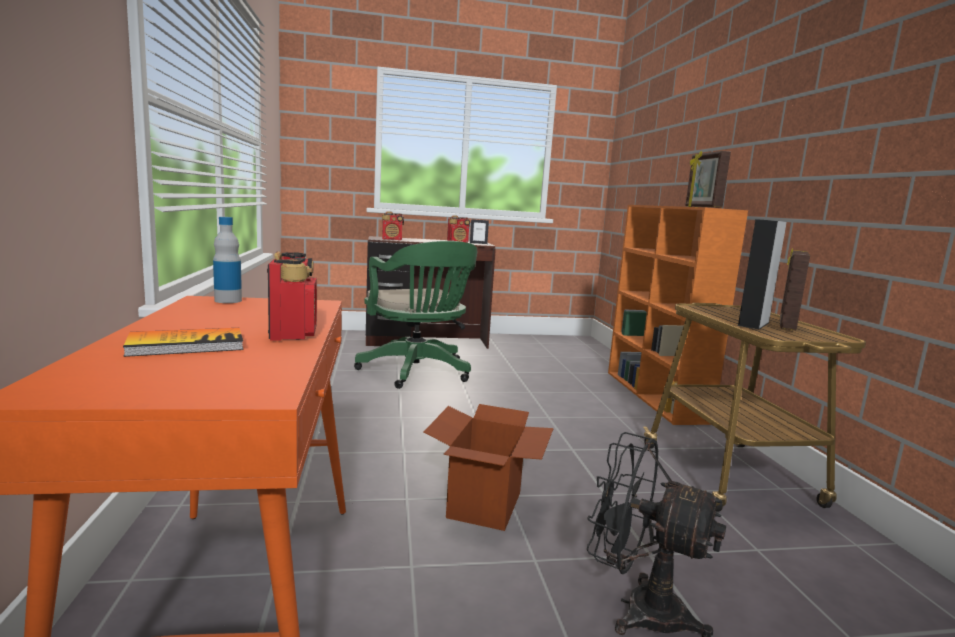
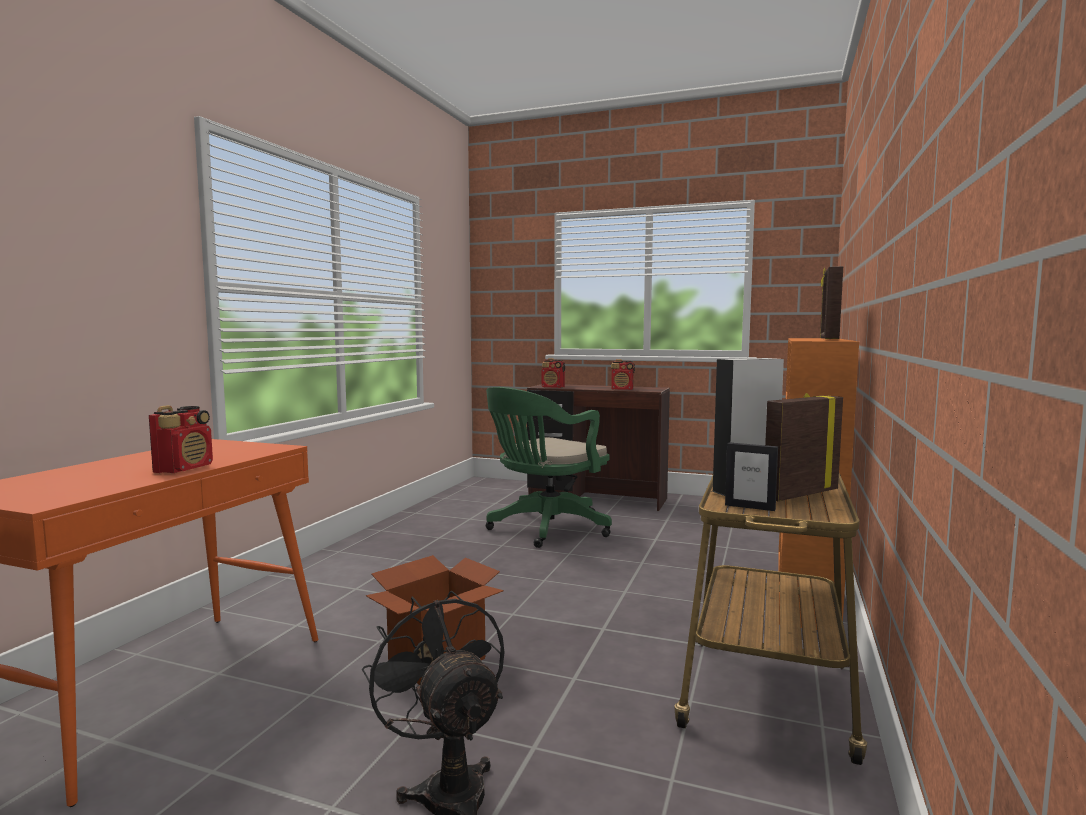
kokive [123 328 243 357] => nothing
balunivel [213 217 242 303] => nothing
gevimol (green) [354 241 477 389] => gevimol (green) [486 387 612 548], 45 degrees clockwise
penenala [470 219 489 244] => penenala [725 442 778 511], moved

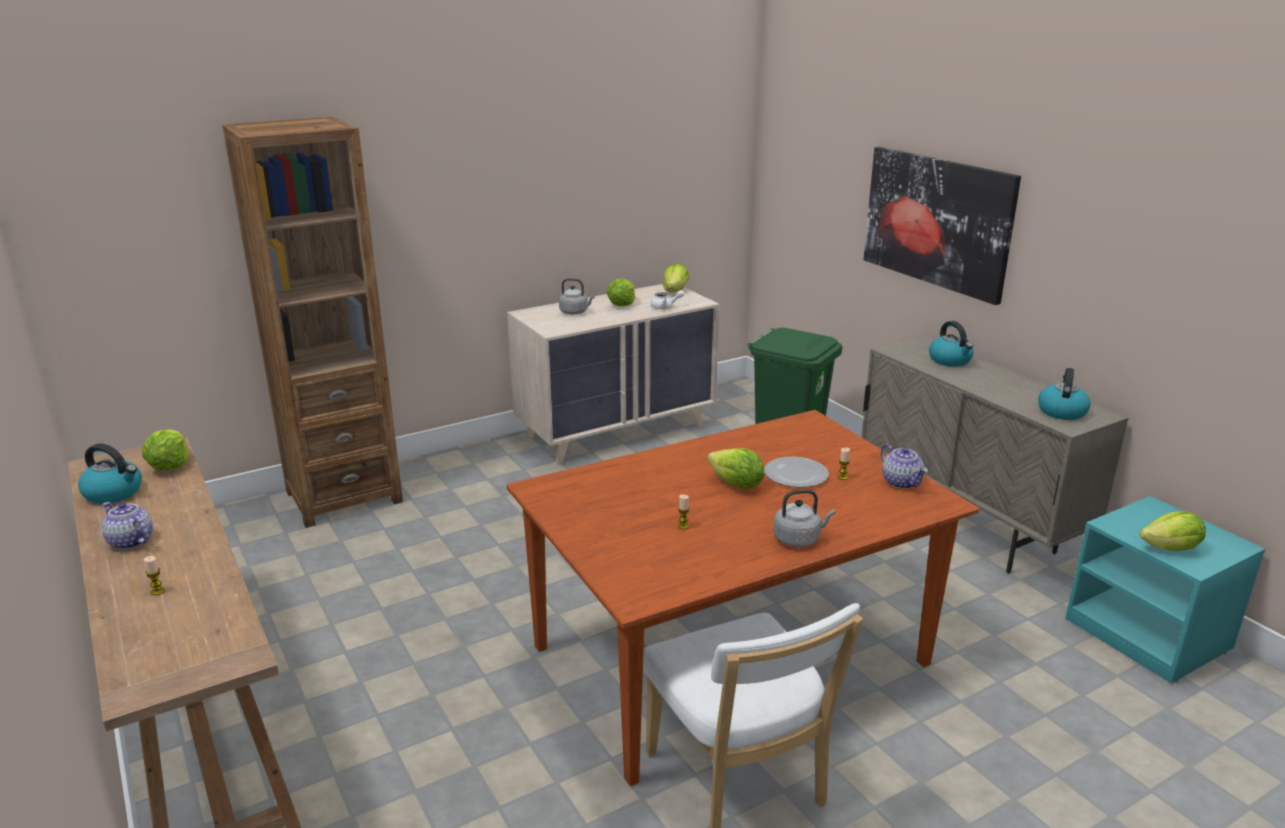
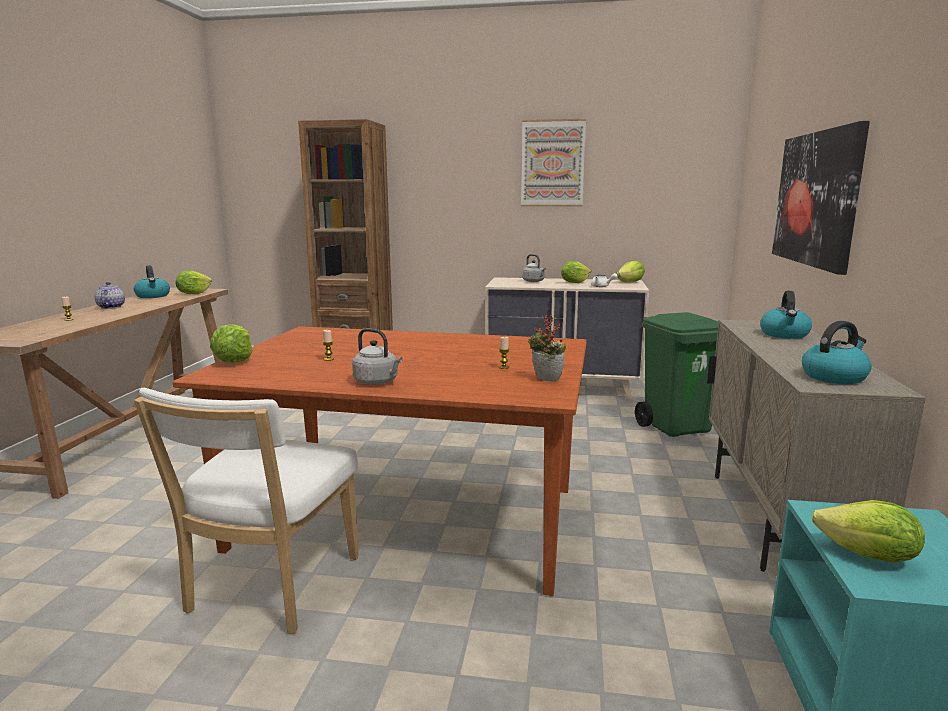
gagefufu [708 448 764 489] => gagefufu [210 324 253 363], moved
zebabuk [764 457 829 488] => nothing
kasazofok [881 444 928 489] => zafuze [528 315 566 382]
nothing => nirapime [521 119 586 207]

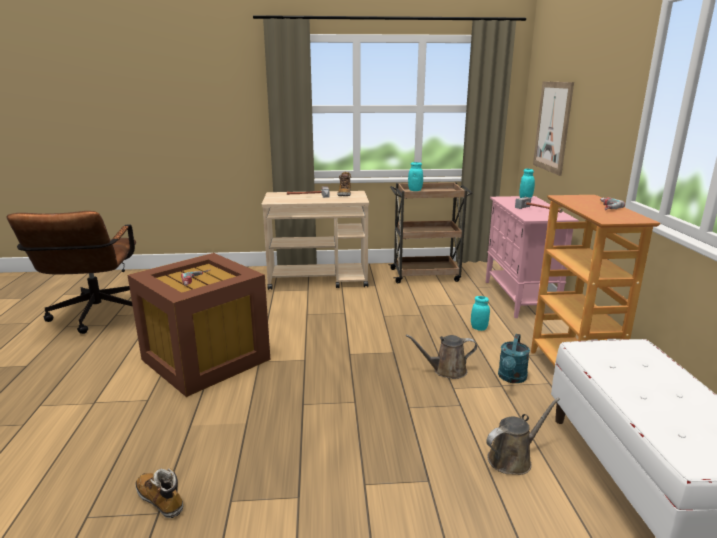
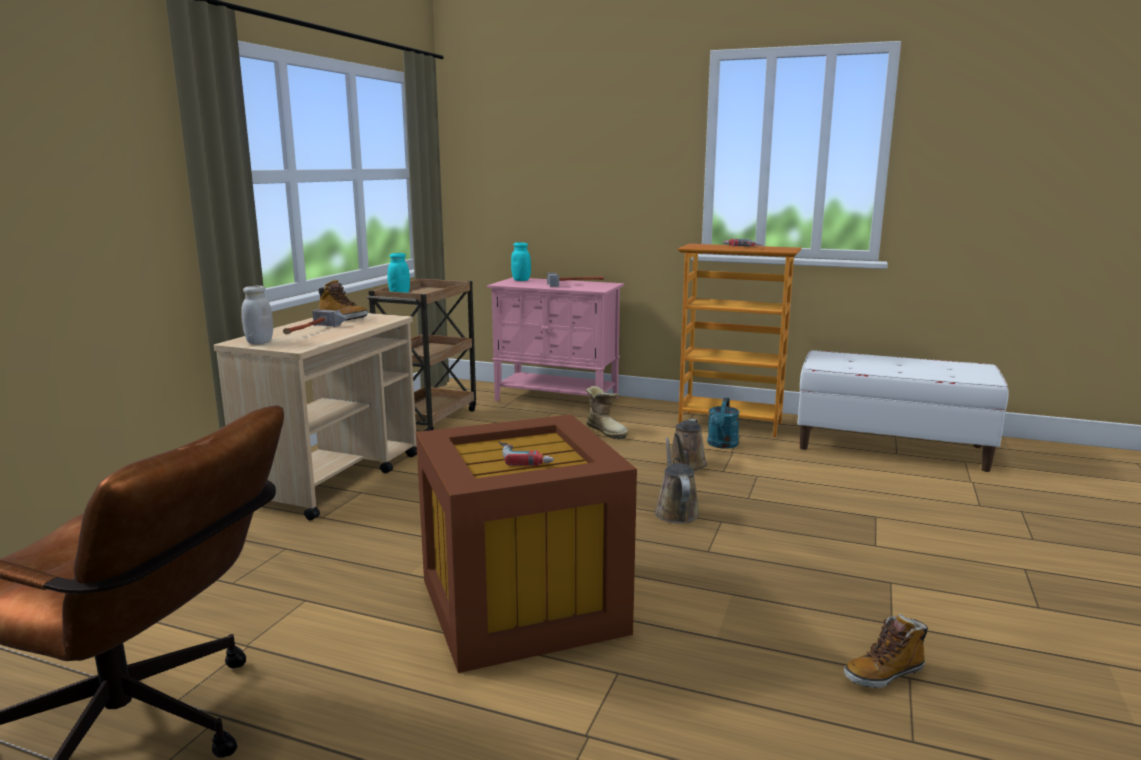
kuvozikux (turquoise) [471 296 490 331] => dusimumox [586 386 629 439]
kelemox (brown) [486 398 560 475] => kelemox (brown) [654 437 700 524], moved
kelemox (turquoise) [498 334 530 383] => kelemox (turquoise) [707 397 740 448], 60 degrees clockwise
nirapime [533 81 574 176] => nothing
nothing => kuvozikux (white) [241 286 273 344]

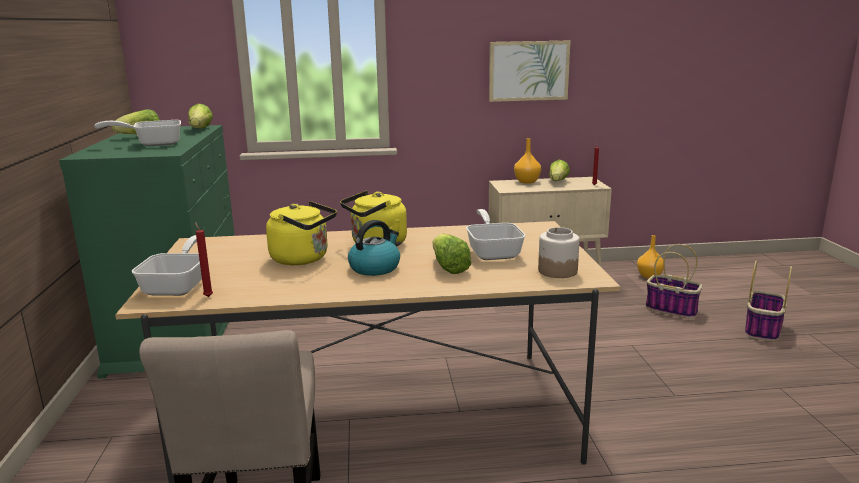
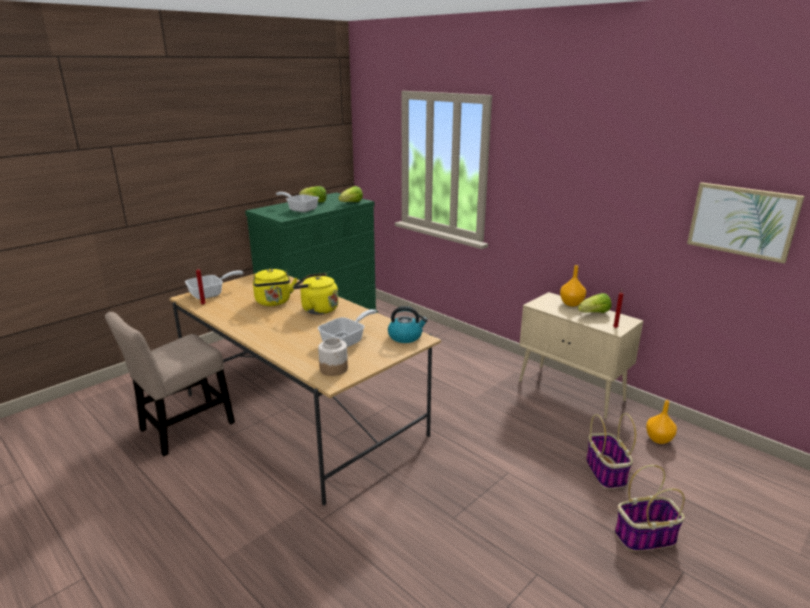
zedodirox [348 220 400 276] => zedodirox [388 306 428 343], moved
gagefufu [432 233 471 274] => nothing
nirapime [489 41 571 102] => nirapime [687 182 804 264], moved

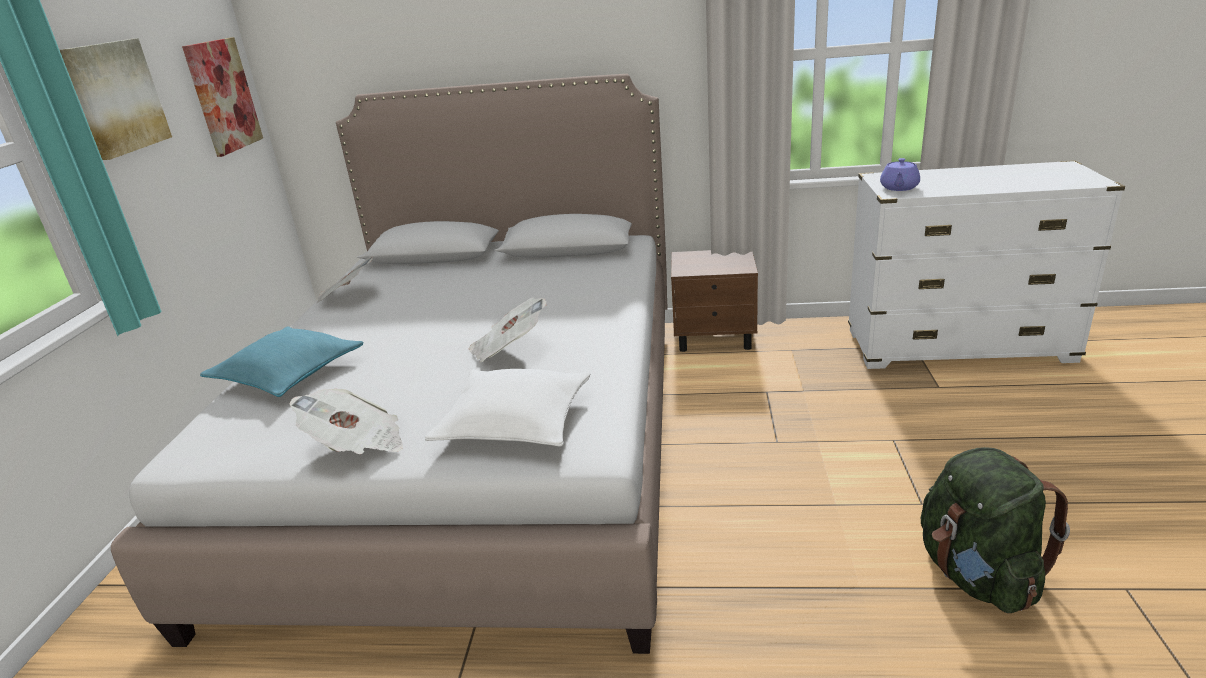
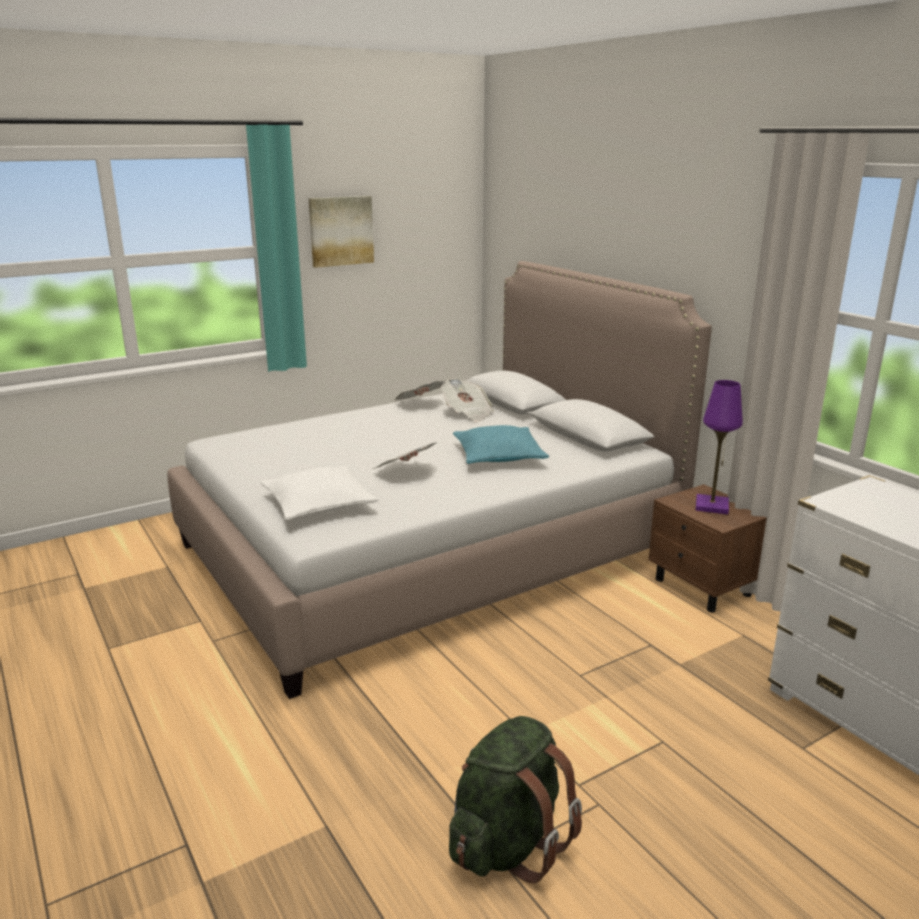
nirapime [182 37 263 157] => nothing
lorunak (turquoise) [200 327 364 397] => lorunak (turquoise) [453 425 549 464], moved
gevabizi [290 389 403 454] => gevabizi [441 378 494 422], moved
kasazofok (purple) [880 158 920 191] => nothing
nothing => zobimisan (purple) [696 380 743 514]

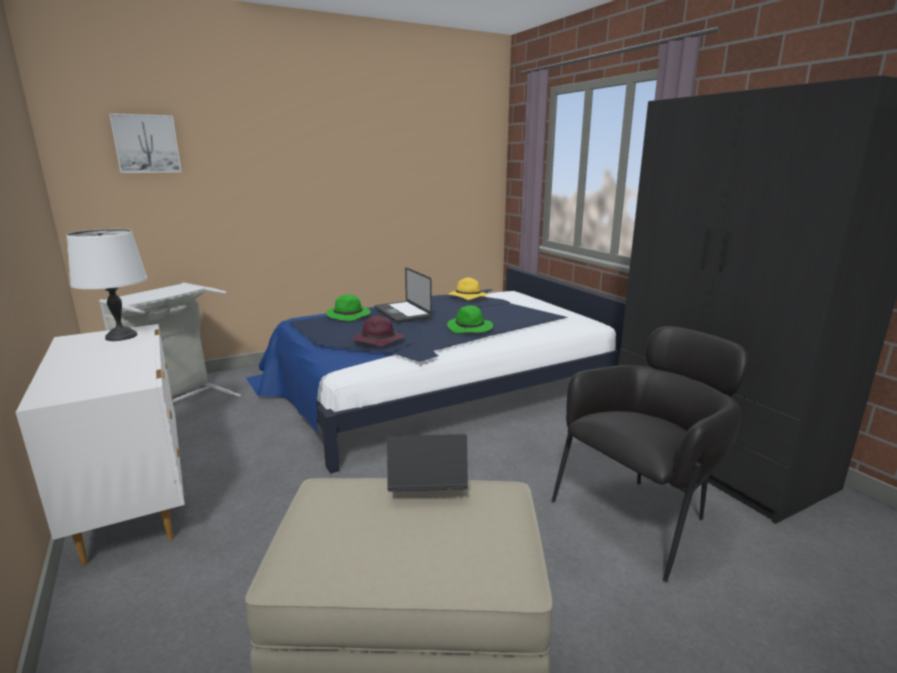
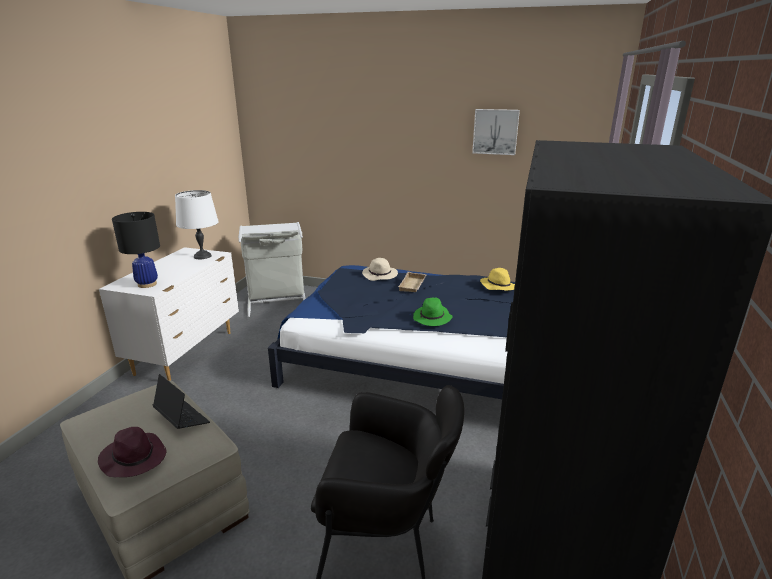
nirapime [109 113 182 173] => nirapime [472 109 520 155], moved
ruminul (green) [326 294 371 321] => ruminul (beige) [362 258 398 281]
ruminul (purple) [352 316 404 346] => ruminul (purple) [98 427 167 477], moved
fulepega [374 267 432 323] => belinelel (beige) [398 272 427 292]
nothing => zobimisan (black) [112 212 160 288]

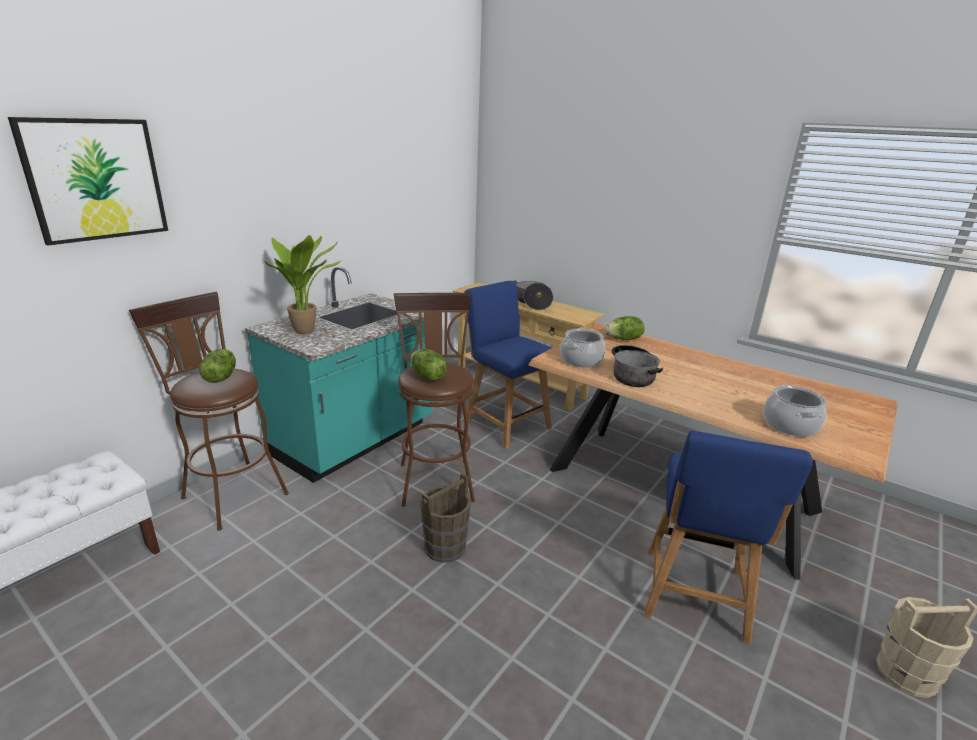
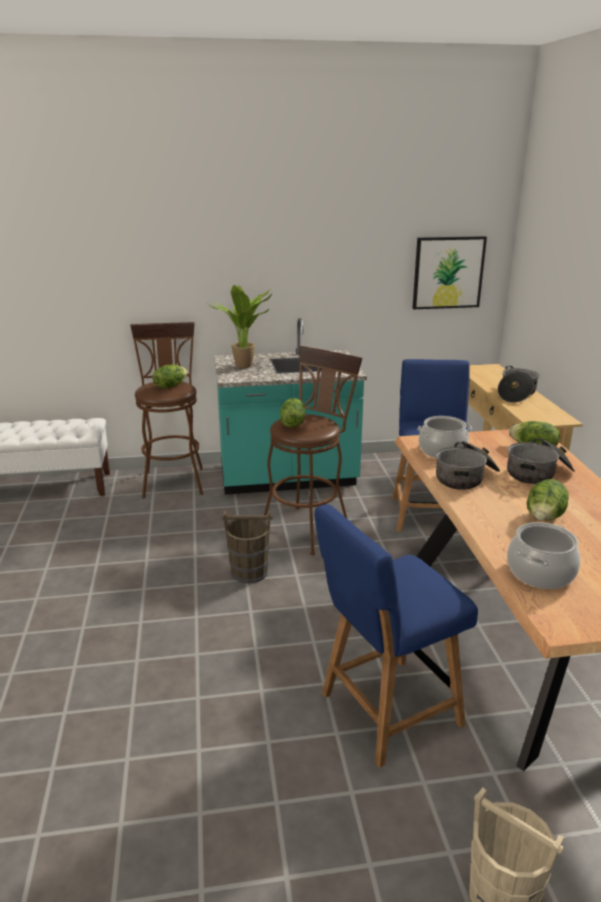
nirapime [8 117 168 246] => nirapime [412 236 487 309], moved
nothing => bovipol [507 438 575 484]
nothing => gagefufu [527 479 569 521]

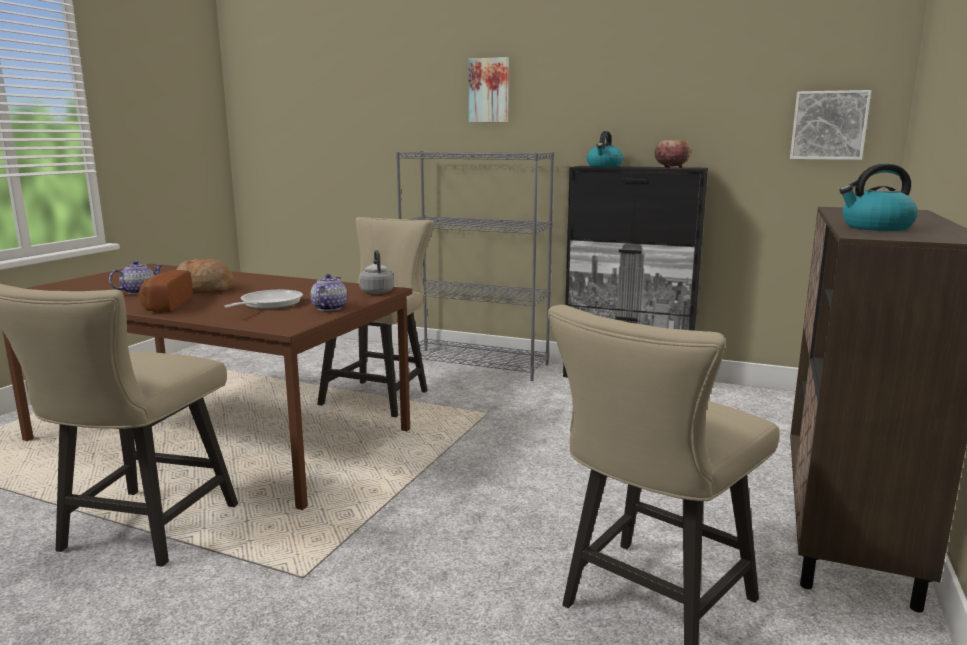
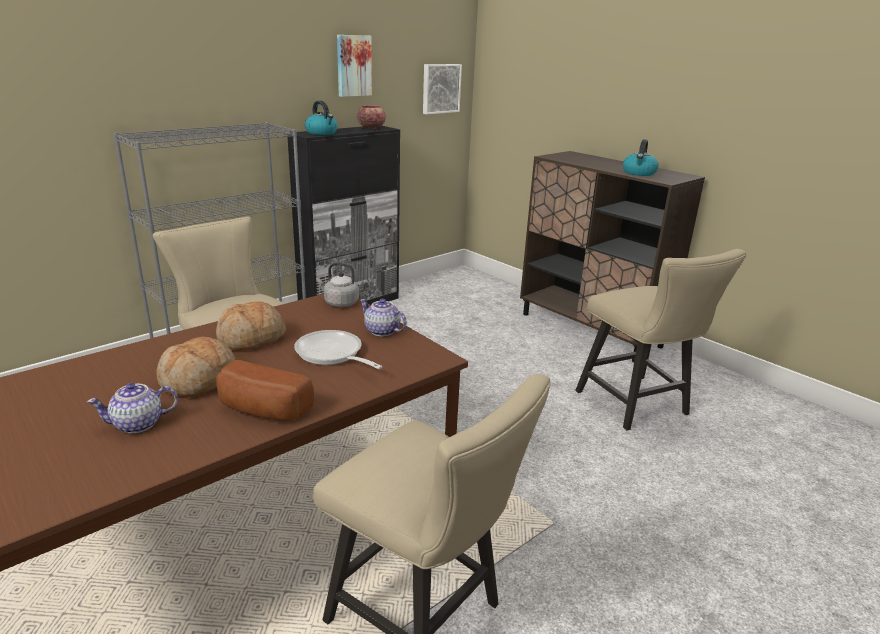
kasazofok [109 261 163 294] => kasazofok [87 383 178 433], 90 degrees counterclockwise
nirapime [469 57 509 123] => nirapime [337 35 372 97], moved
nothing => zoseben [216 301 286 351]

